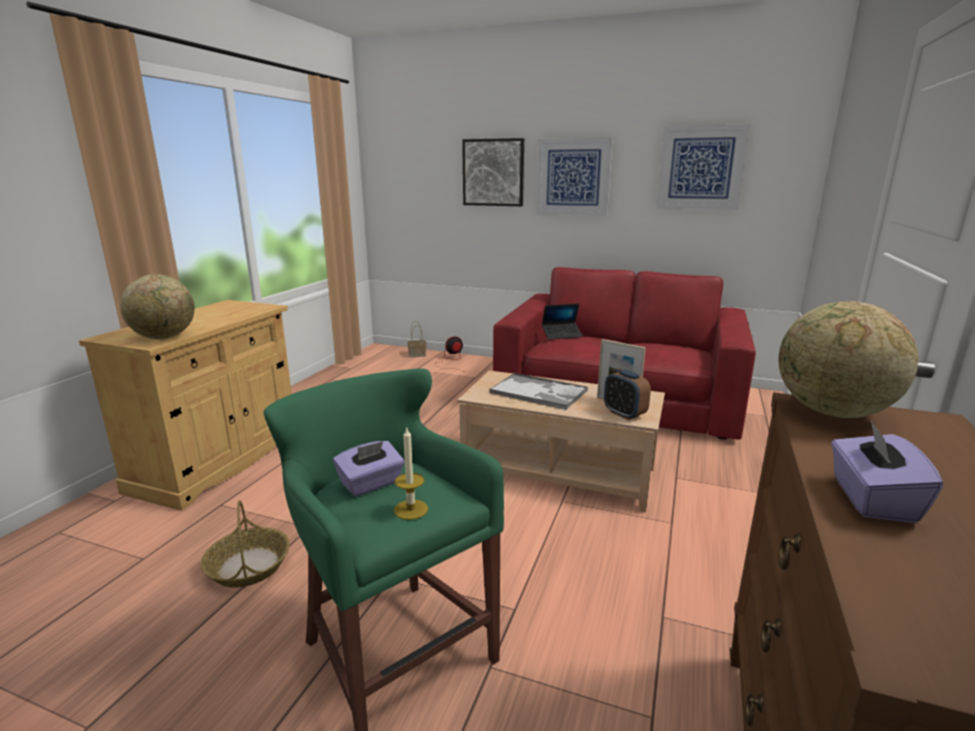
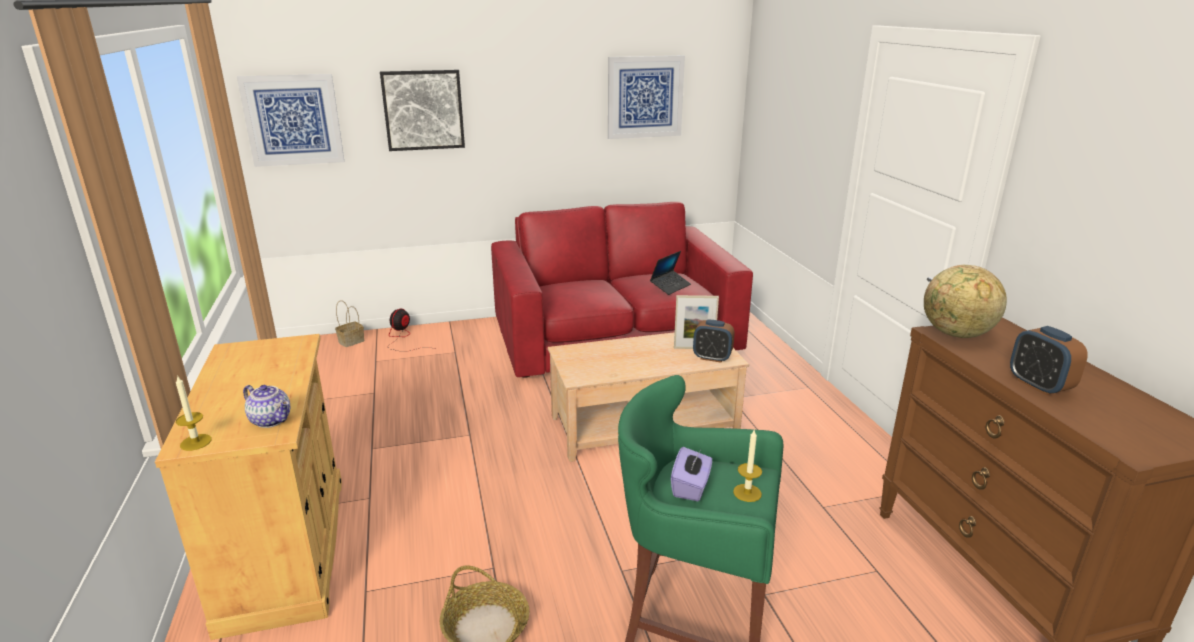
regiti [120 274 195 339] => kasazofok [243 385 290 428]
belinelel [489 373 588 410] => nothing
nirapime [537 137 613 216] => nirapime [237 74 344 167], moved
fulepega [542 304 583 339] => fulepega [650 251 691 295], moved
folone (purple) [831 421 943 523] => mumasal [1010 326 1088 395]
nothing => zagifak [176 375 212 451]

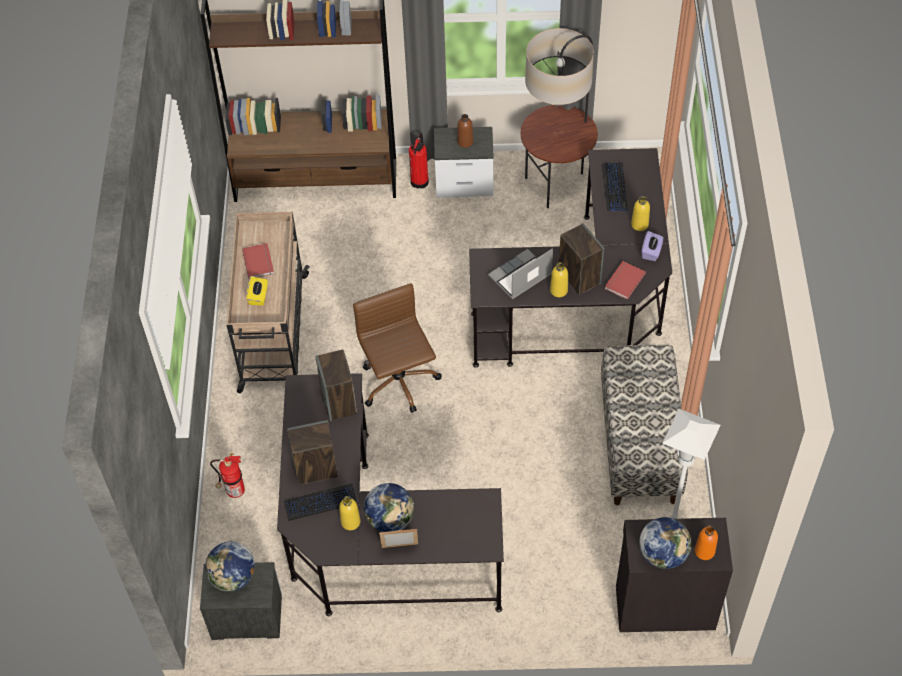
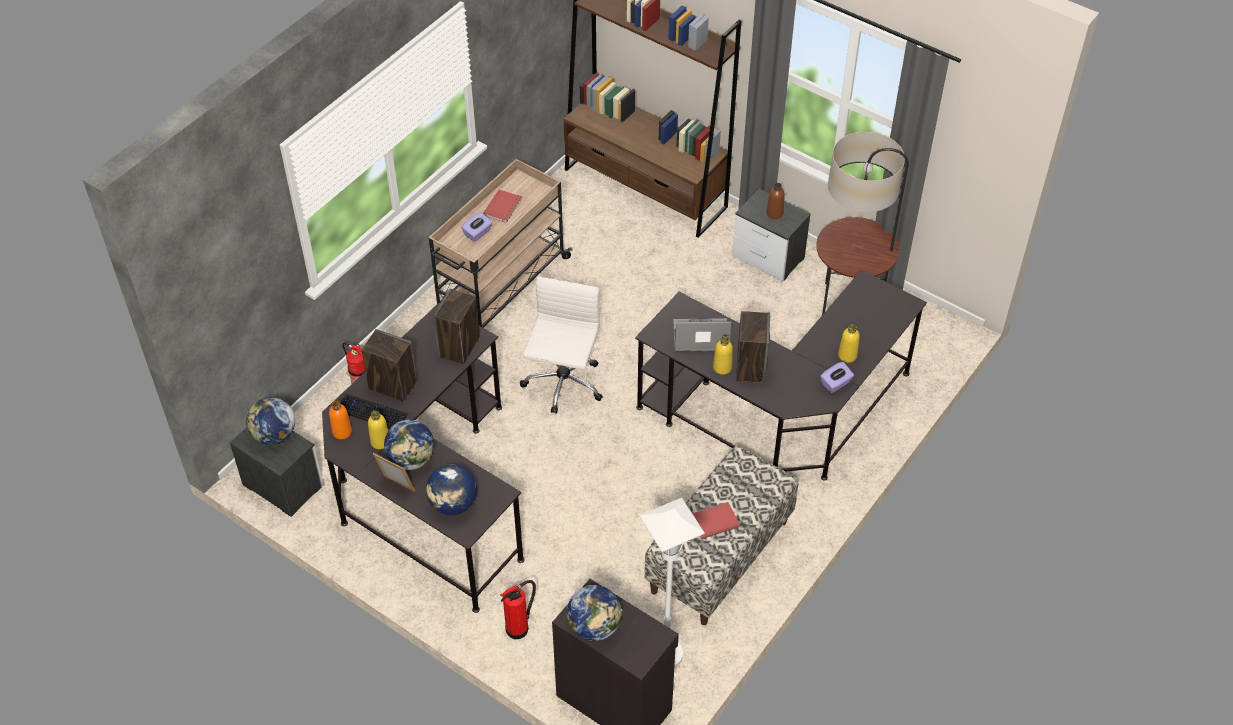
folone (yellow) [246 276 268 306] => folone (purple) [461 212 492 242]
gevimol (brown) [353 283 442 413] => gevimol (white) [520 277 603 414]
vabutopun [409 133 429 188] => vabutopun [500 580 536 639], moved
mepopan [602 162 628 211] => nothing
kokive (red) [604 261 646 300] => kokive (red) [692 502 740 539], moved
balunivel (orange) [695 525 718 560] => balunivel (orange) [329 400 352 439], moved
nothing => regiti [426 464 477 515]

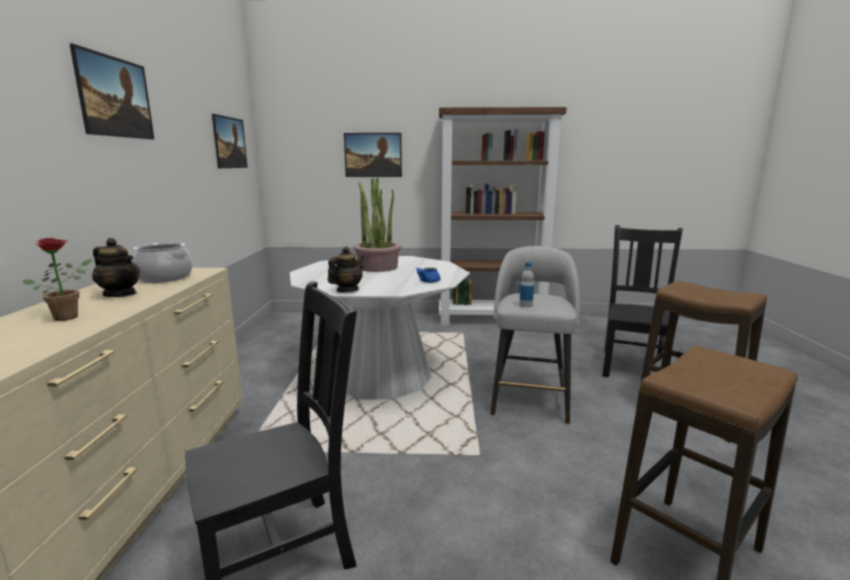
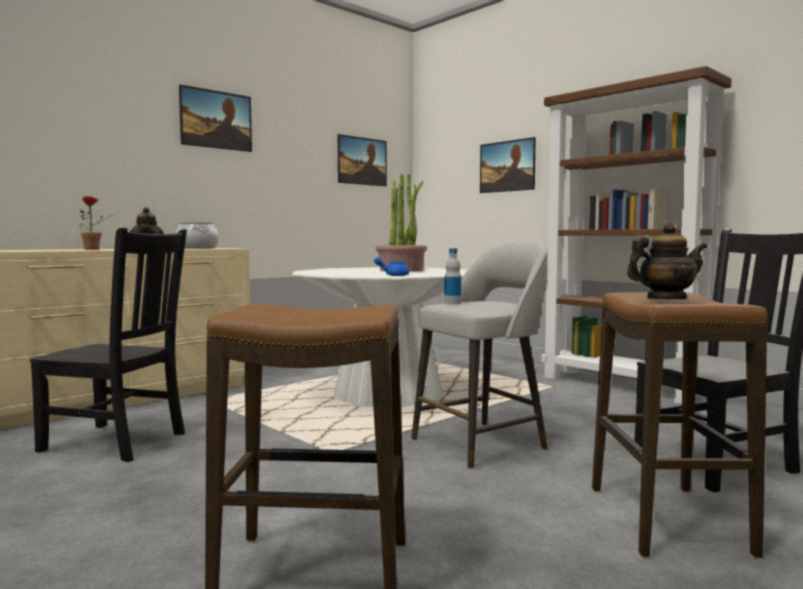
kasazofok [328 247 364 292] => kasazofok [627 223 708 299], moved

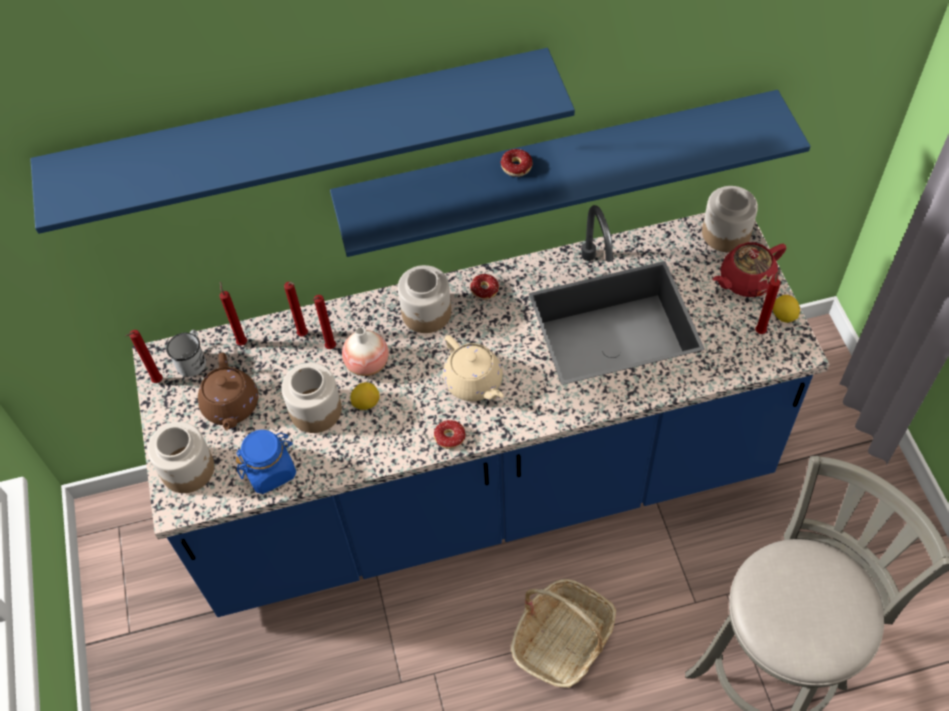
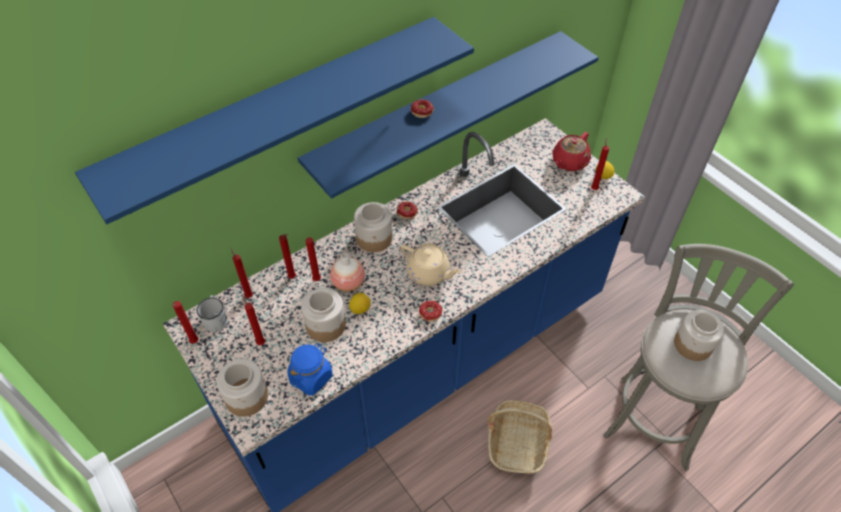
kasazofok (brown) [198 352 258 430] => zagifak (red) [243 296 265 345]
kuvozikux [702 186 758 252] => kuvozikux [674 310 724 361], moved

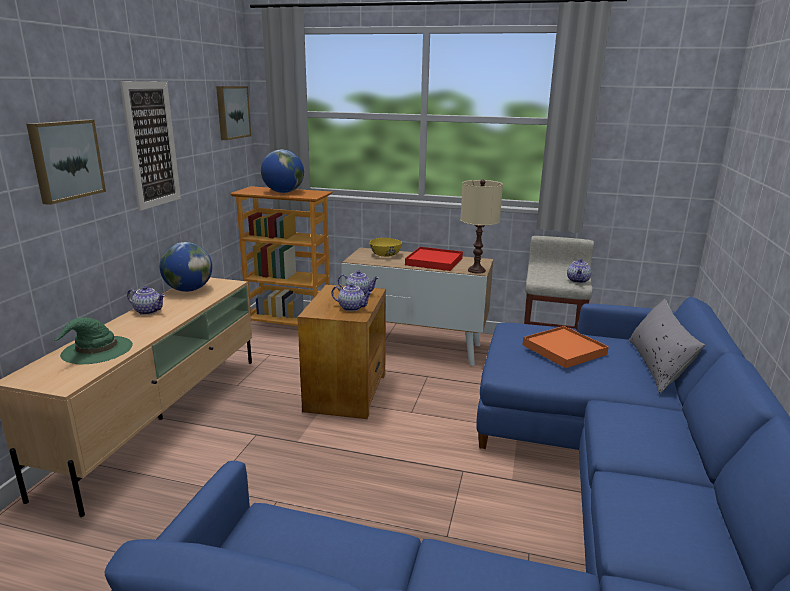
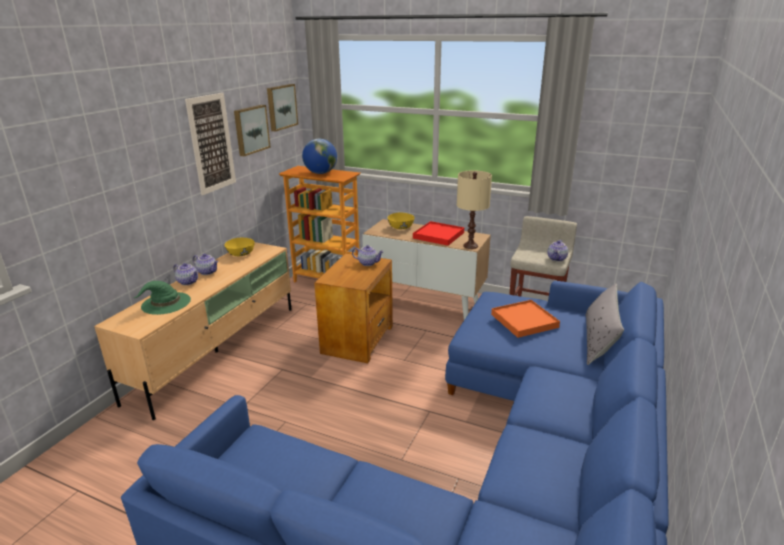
nirapime [26 119 106 205] => nirapime [234 105 271 156], moved
regiti [160 242 212 292] => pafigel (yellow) [224 238 255 256]
kasazofok [331 283 372 311] => kasazofok [173 263 198 285], moved

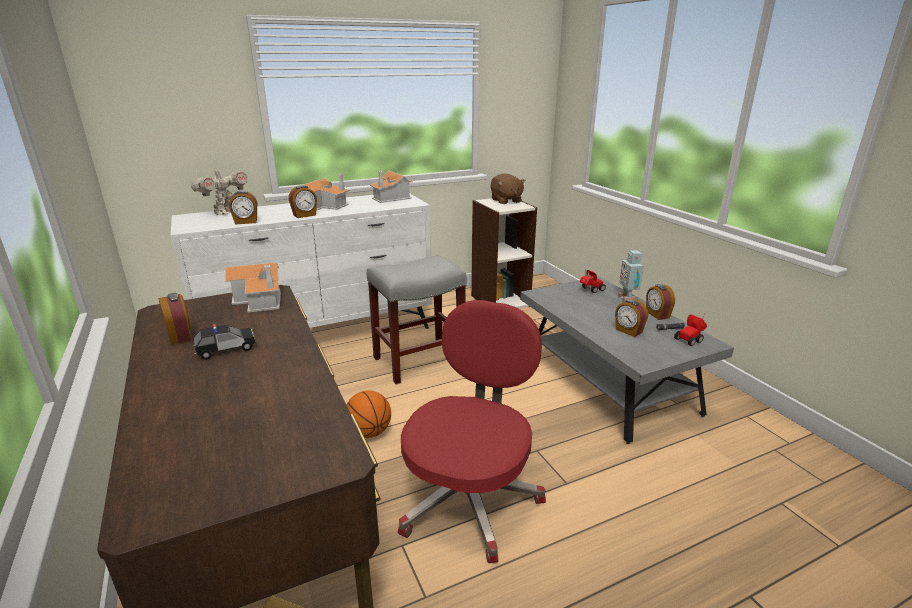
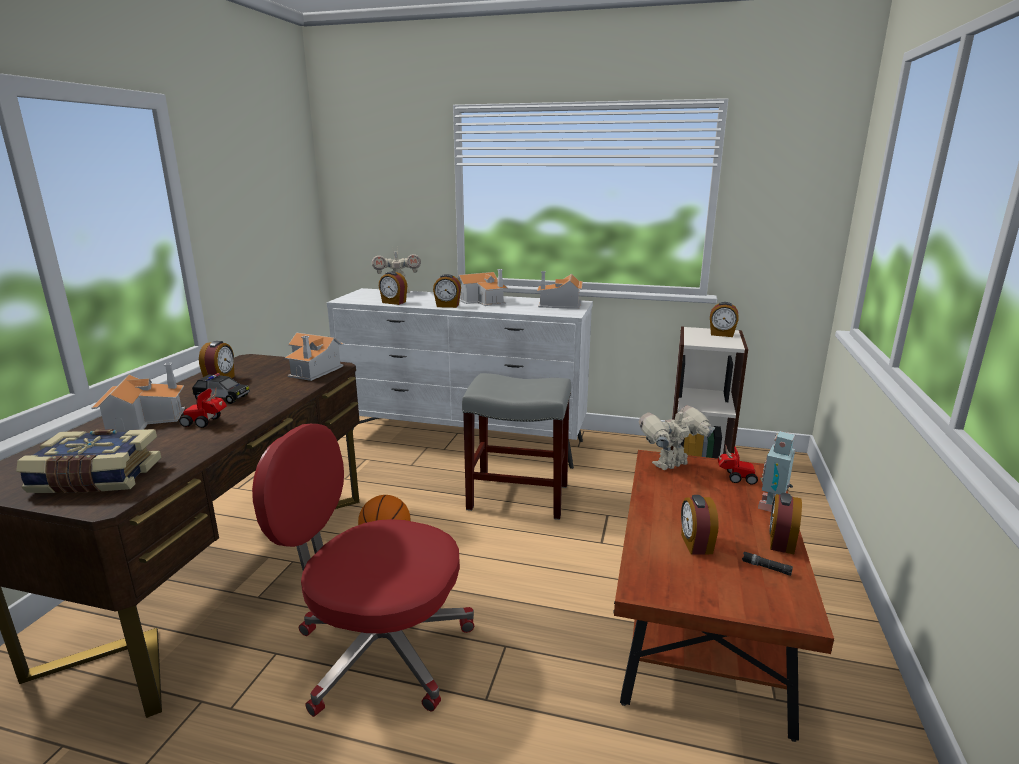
gevimol (red) [398 300 546 563] => gevimol (red) [252 424 474 717], 135 degrees counterclockwise
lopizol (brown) [490 173 526 204] => mumasal [710 302 739 337]
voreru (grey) [520 277 734 444] => voreru (brown) [613 450 834 742]
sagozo [674 310 707 346] => sagozo [179 386 227 428], moved
nothing => kokive [16 429 161 493]
nothing => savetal [92 363 185 432]
nothing => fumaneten [639 406 715 470]

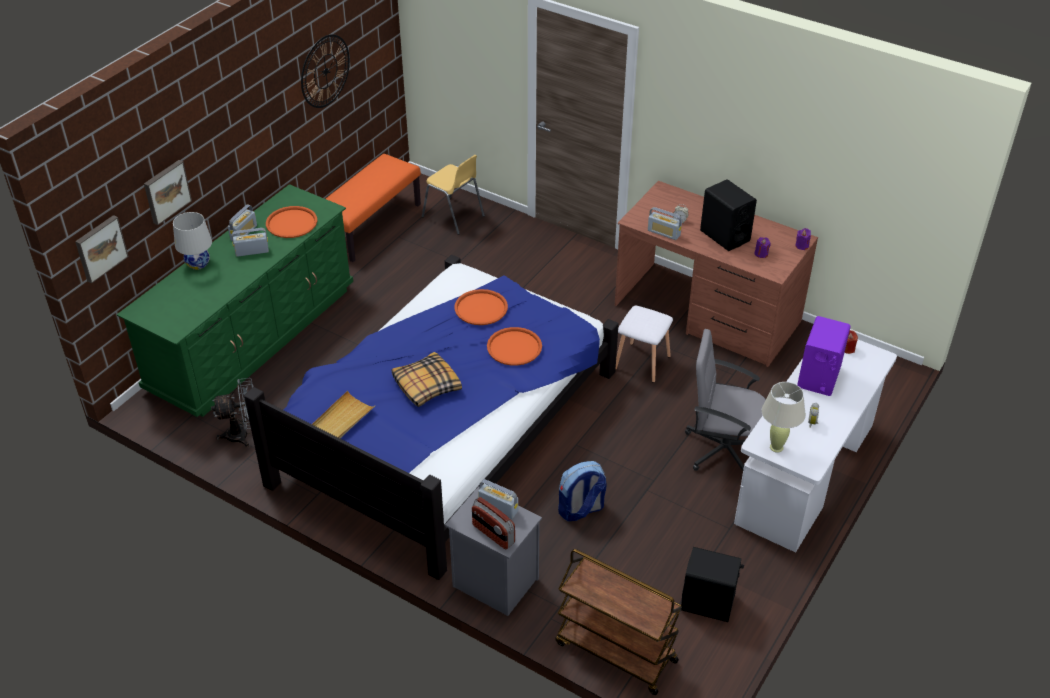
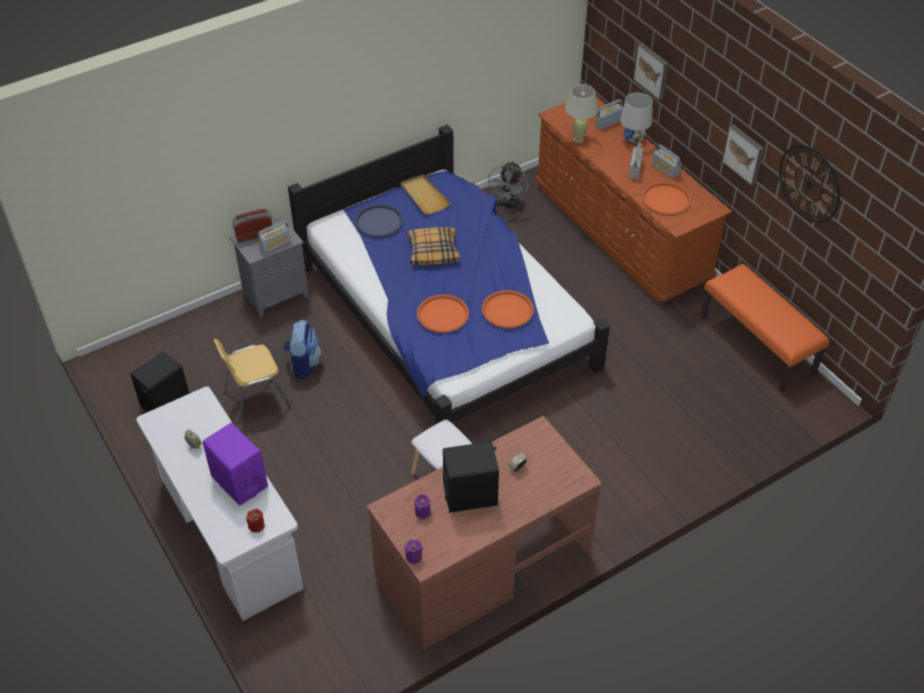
nirapime [75 215 129 283] => nirapime [722 124 764 186], moved
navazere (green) [117 184 353 417] => navazere (brown) [535 97 732 302]
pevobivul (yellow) [422 155 485 235] => pevobivul (yellow) [214 339 291 423], moved
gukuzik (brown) [555 549 682 695] => nothing
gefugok [648 207 682 240] => gefugok [595 99 623 130], moved
gevimol (grey) [685 329 766 471] => nothing
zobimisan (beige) [762 382 806 453] => zobimisan (beige) [565 84 598 143], moved
nothing => belinelel (blue) [355 204 403 238]

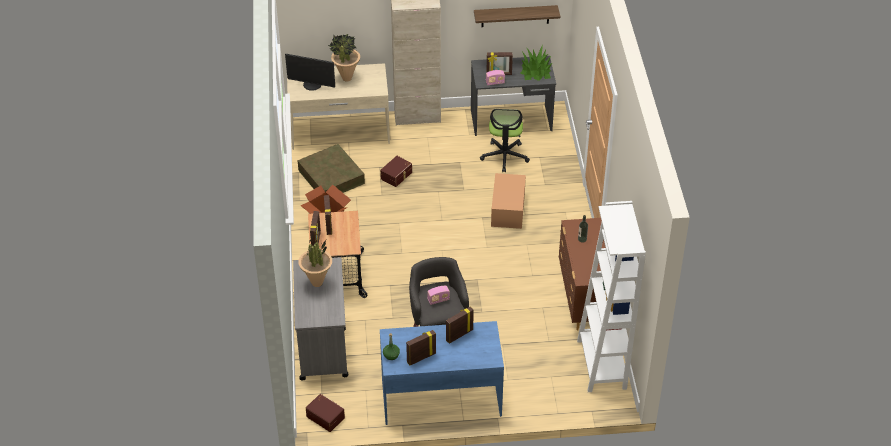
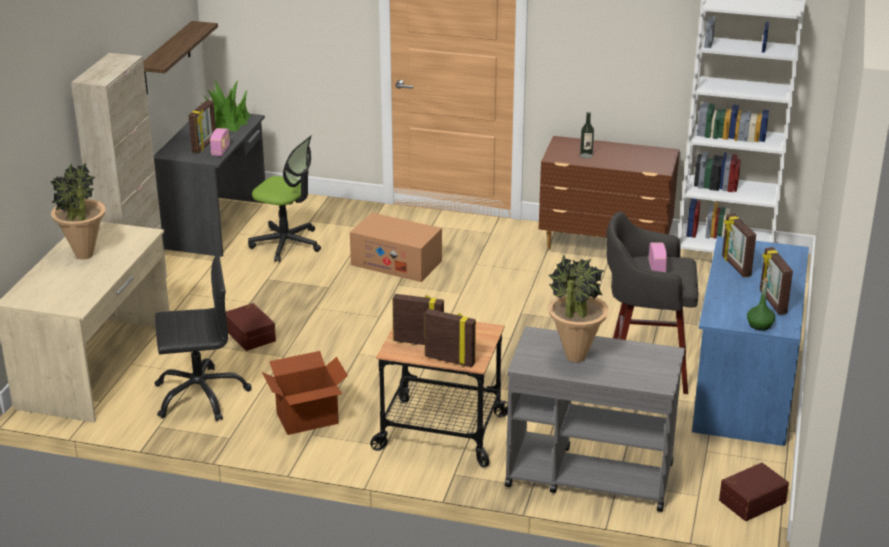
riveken [285 54 335 91] => nothing
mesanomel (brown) [298 144 365 193] => gevimol (black) [155 255 252 422]

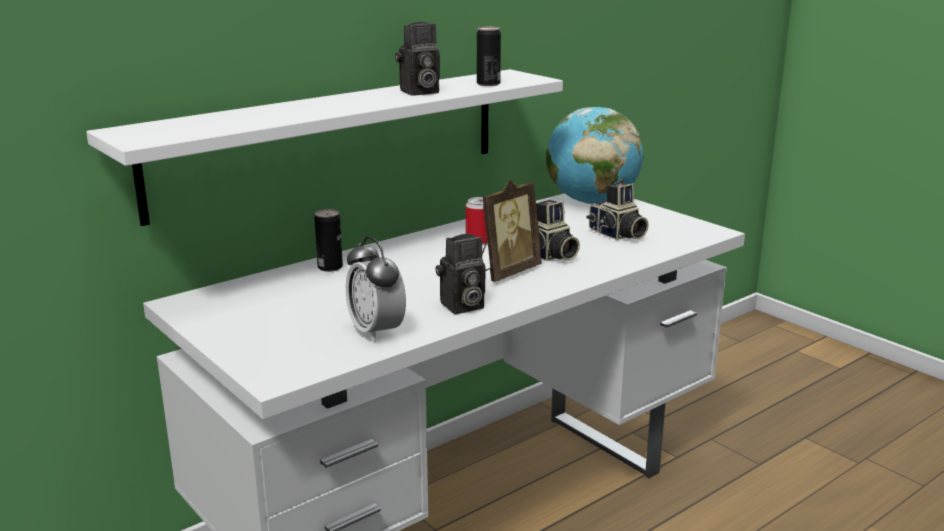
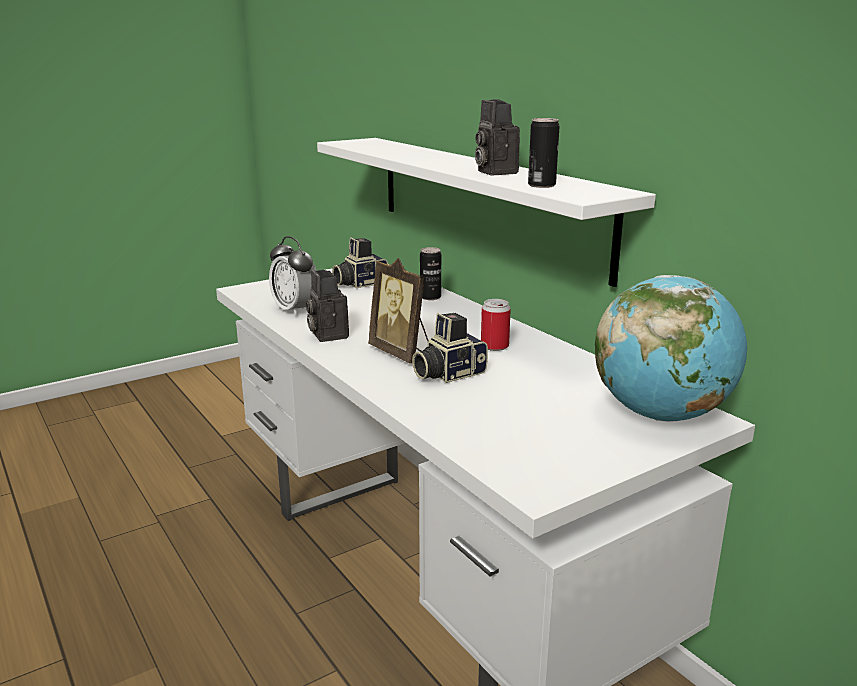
mumasal [346 236 406 342] => mumasal [269 236 317 316], 105 degrees counterclockwise
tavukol [587 183 649 240] => tavukol [332 238 388 288], moved

